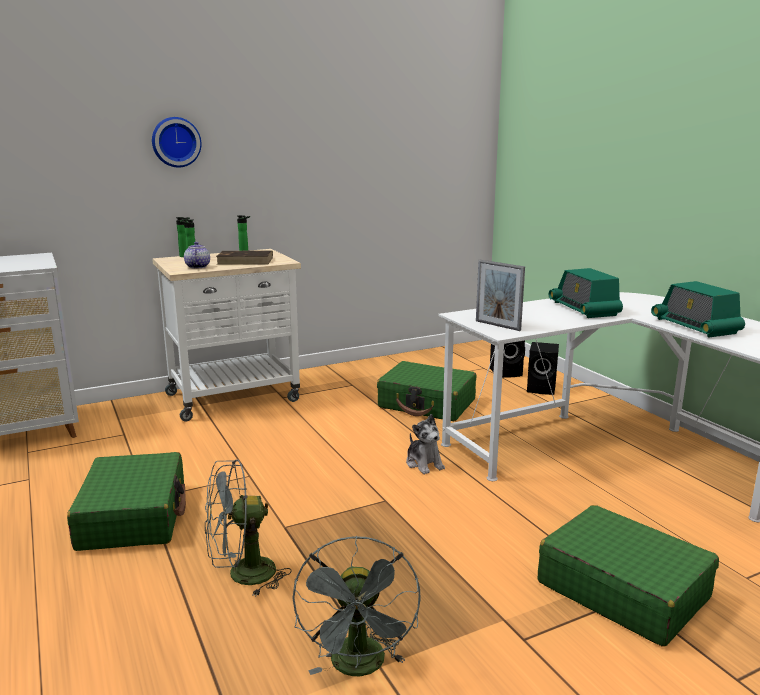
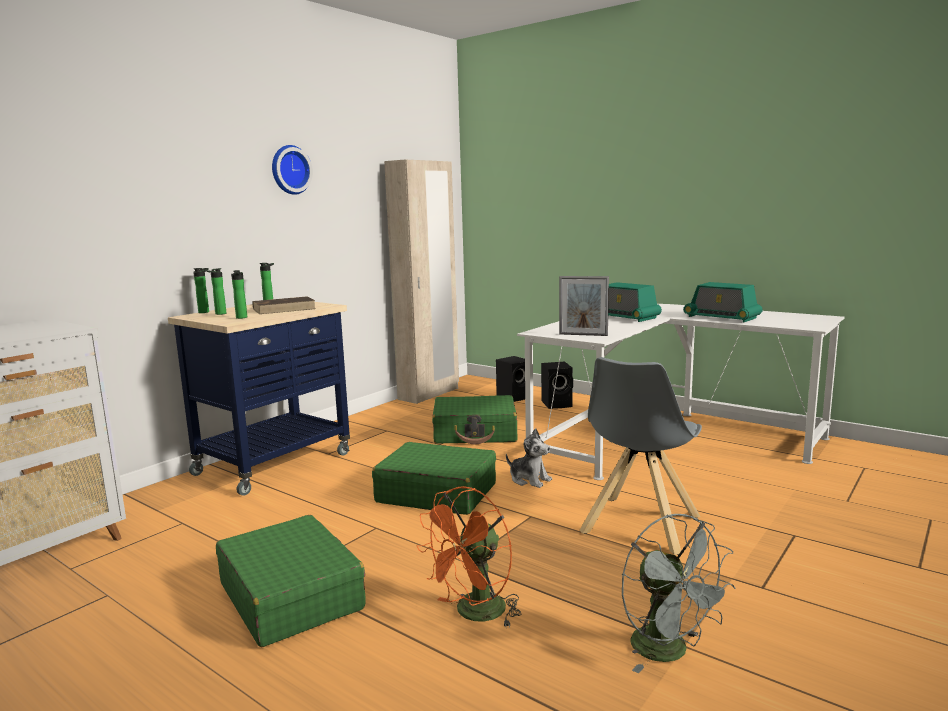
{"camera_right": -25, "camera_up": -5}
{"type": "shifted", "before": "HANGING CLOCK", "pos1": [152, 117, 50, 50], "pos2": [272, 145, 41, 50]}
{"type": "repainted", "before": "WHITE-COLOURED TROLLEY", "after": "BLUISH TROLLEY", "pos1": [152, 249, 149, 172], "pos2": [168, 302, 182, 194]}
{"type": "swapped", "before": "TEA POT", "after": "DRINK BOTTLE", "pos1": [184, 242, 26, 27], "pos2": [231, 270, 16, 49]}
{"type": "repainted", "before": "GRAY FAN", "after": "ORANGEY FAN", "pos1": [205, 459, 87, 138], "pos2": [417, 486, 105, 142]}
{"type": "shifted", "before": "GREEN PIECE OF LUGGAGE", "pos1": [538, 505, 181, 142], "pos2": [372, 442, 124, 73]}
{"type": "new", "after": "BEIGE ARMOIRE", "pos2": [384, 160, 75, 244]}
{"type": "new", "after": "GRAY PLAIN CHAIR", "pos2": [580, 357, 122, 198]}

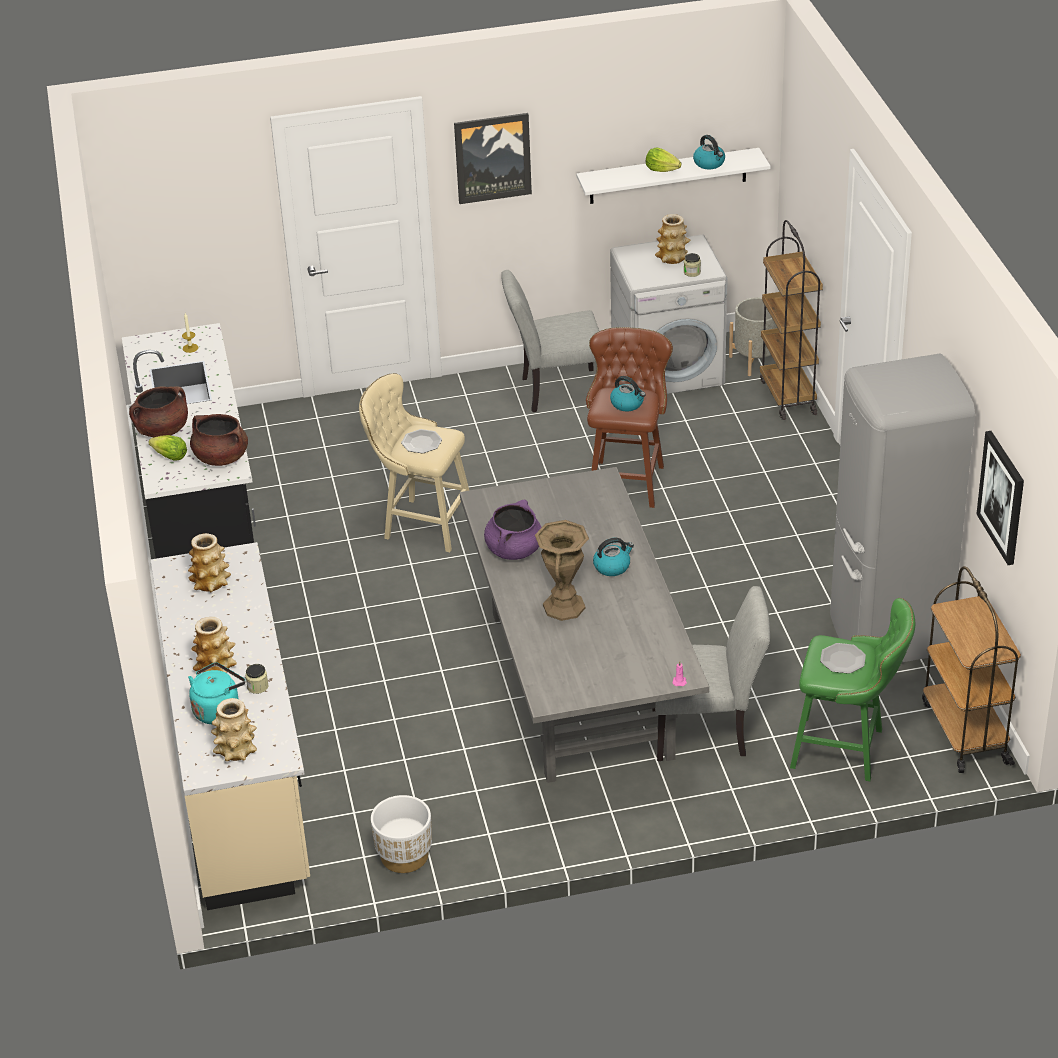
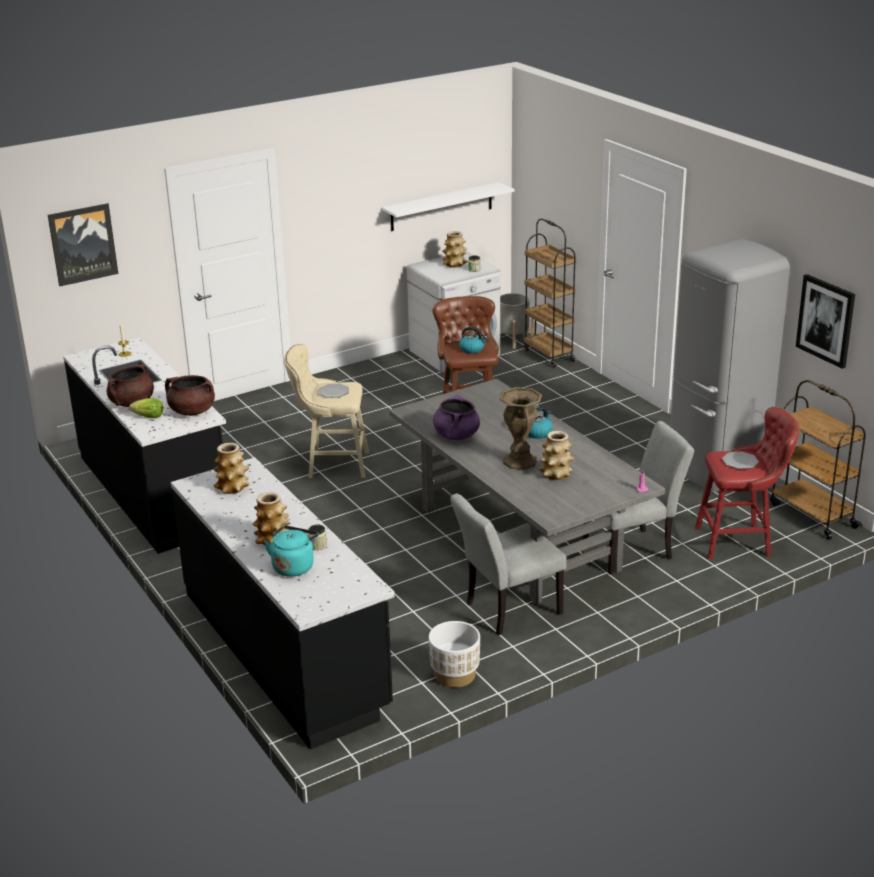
{"camera_right": -20, "camera_up": -10}
{"type": "repainted", "before": "BEIGE COUNTER", "after": "BLACKISH COUNTER", "pos1": [150, 542, 160, 368], "pos2": [171, 457, 224, 293]}
{"type": "shifted", "before": "FLOWER VASE", "pos1": [211, 698, 46, 63], "pos2": [539, 431, 35, 49]}
{"type": "shifted", "before": "PICTURE", "pos1": [454, 113, 78, 91], "pos2": [48, 203, 70, 83]}
{"type": "shifted", "before": "GRAY PLAIN CHAIR", "pos1": [501, 270, 98, 142], "pos2": [450, 493, 117, 142]}
{"type": "gone", "before": "LETTUCE HEAD", "pos1": [646, 147, 35, 25]}
{"type": "gone", "before": "TEA KETTLE", "pos1": [693, 135, 32, 34]}
{"type": "repainted", "before": "GREEN SITTING STOOL", "after": "RED-COLOURED SITTING STOOL", "pos1": [790, 598, 125, 183], "pos2": [695, 407, 104, 153]}

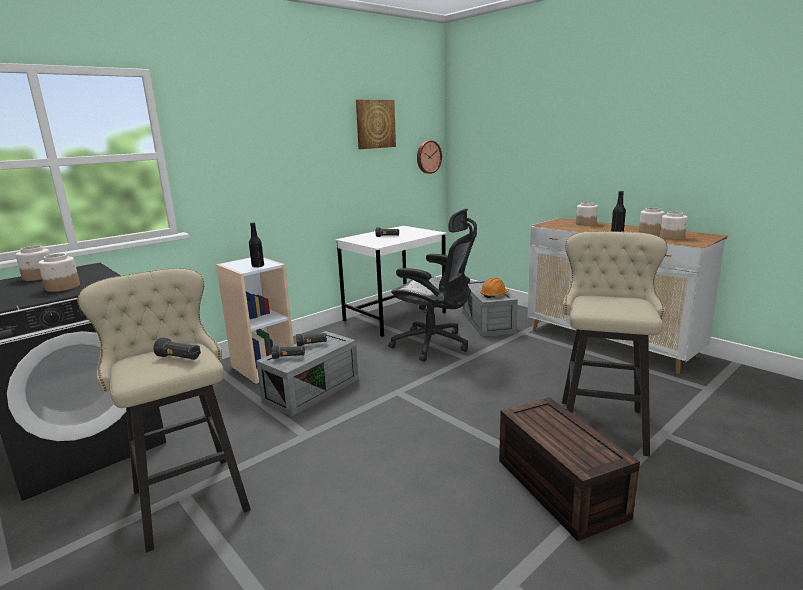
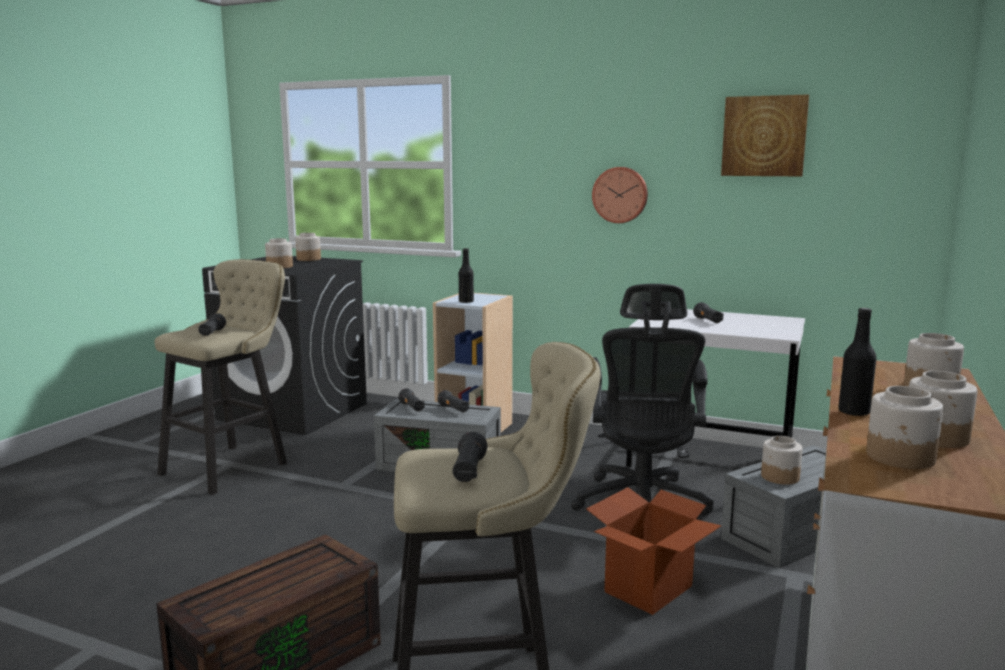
{"camera_right": 65, "camera_up": -5}
{"type": "shifted", "before": "HANGING CLOCK", "pos1": [417, 141, 25, 33], "pos2": [592, 167, 56, 56]}
{"type": "swapped", "before": "ORANGEY WORK HELMET", "after": "STORAGE JAR", "pos1": [480, 278, 29, 20], "pos2": [761, 436, 41, 49]}
{"type": "new", "after": "BLACKISH HAND TORCH", "pos2": [452, 432, 35, 50]}
{"type": "new", "after": "CARDBOARD BOX", "pos2": [586, 487, 136, 128]}

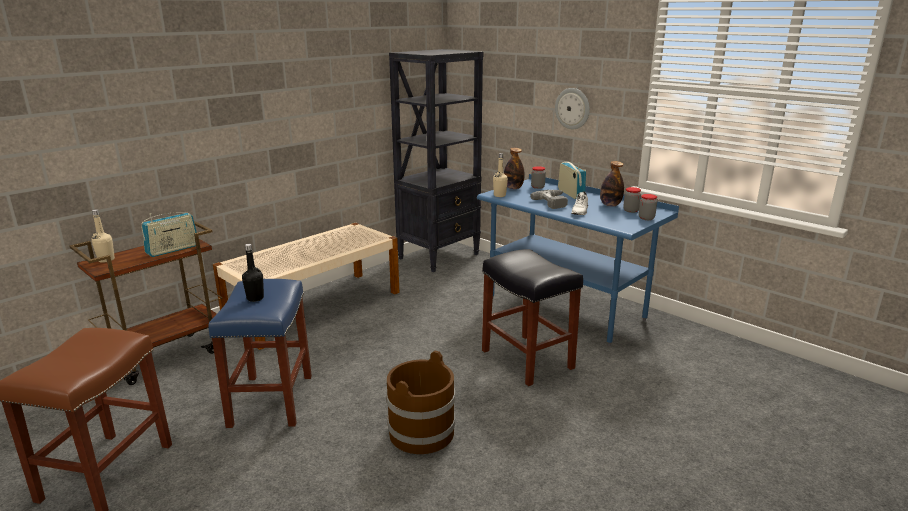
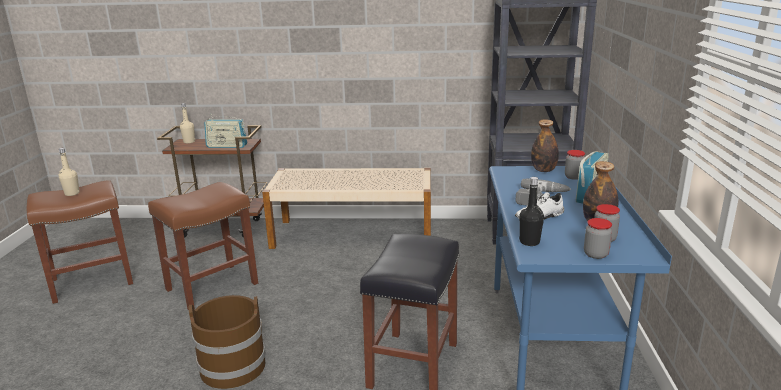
{"camera_right": 50, "camera_up": 0}
{"type": "repainted", "before": "BLUISH SITTING STOOL", "after": "BROWNISH SITTING STOOL", "pos1": [209, 279, 103, 149], "pos2": [148, 182, 110, 128]}
{"type": "shifted", "before": "BLACKISH DRINK BOTTLE", "pos1": [242, 244, 22, 58], "pos2": [519, 177, 25, 69]}
{"type": "shifted", "before": "BEIGE DRINK BOTTLE", "pos1": [493, 153, 15, 44], "pos2": [59, 148, 21, 48]}
{"type": "gone", "before": "HANGING CLOCK", "pos1": [555, 88, 35, 41]}

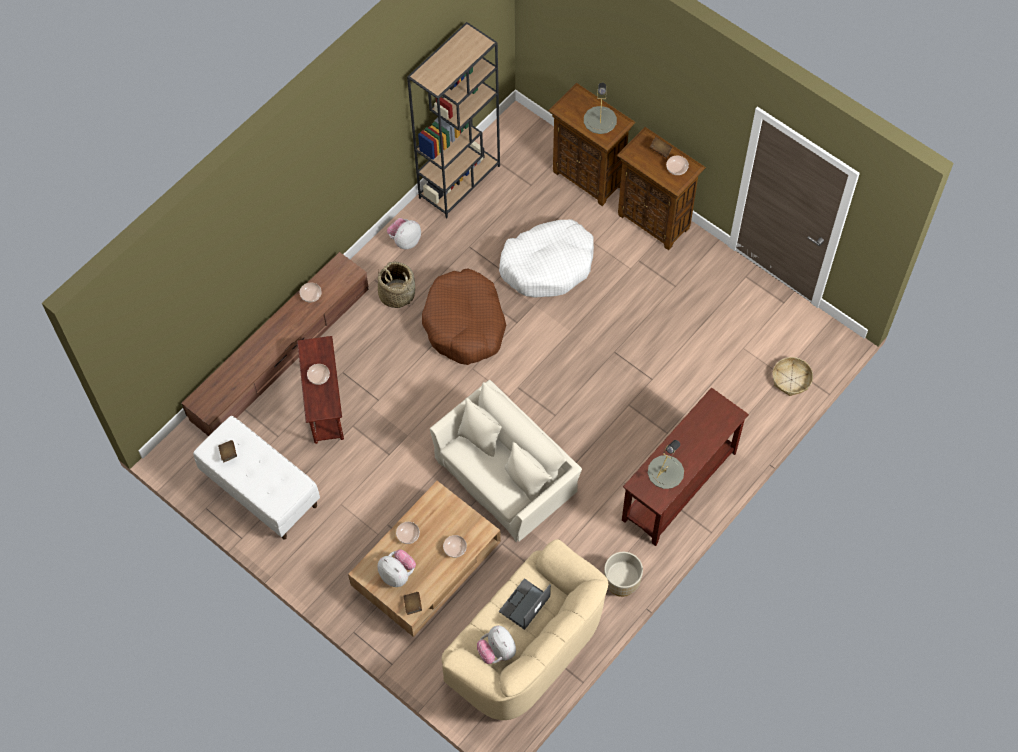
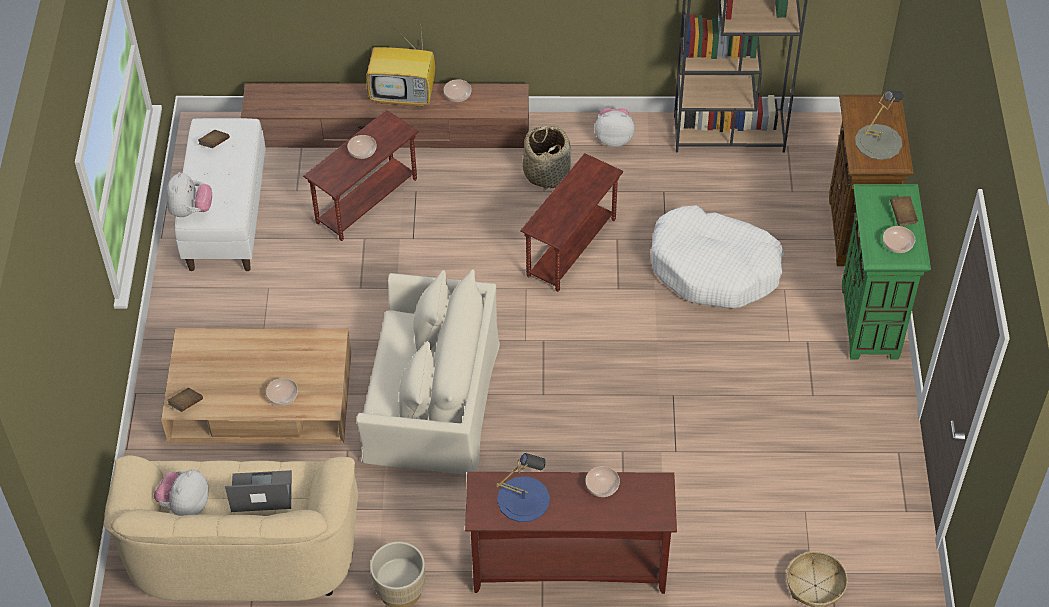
{"camera_right": 50, "camera_up": -10}
{"type": "shifted", "before": "PLUSH TOY", "pos1": [378, 549, 38, 38], "pos2": [166, 172, 46, 45]}
{"type": "shifted", "before": "BOWL", "pos1": [396, 522, 24, 22], "pos2": [585, 466, 35, 31]}
{"type": "swapped", "before": "BROWNISH DOG BED", "after": "BROWNISH ACCENT TABLE", "pos1": [422, 268, 84, 97], "pos2": [520, 153, 103, 139]}
{"type": "repainted", "before": "BROWNISH CUPBOARD", "after": "GREEN CUPBOARD", "pos1": [617, 127, 89, 123], "pos2": [842, 184, 89, 176]}
{"type": "repainted", "before": "GRAY LAMP FOR A TABLE", "after": "BLUISH LAMP FOR A TABLE", "pos1": [648, 440, 36, 49], "pos2": [496, 453, 54, 69]}
{"type": "new", "after": "TV SET", "pos2": [366, 28, 69, 79]}

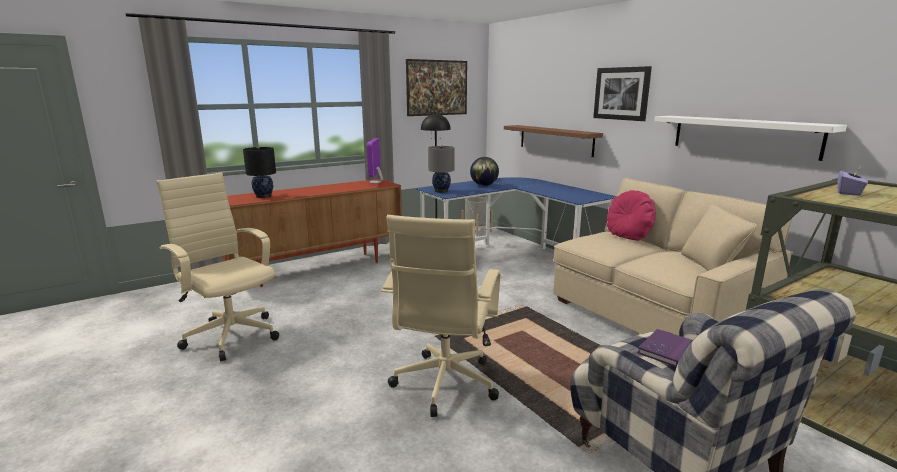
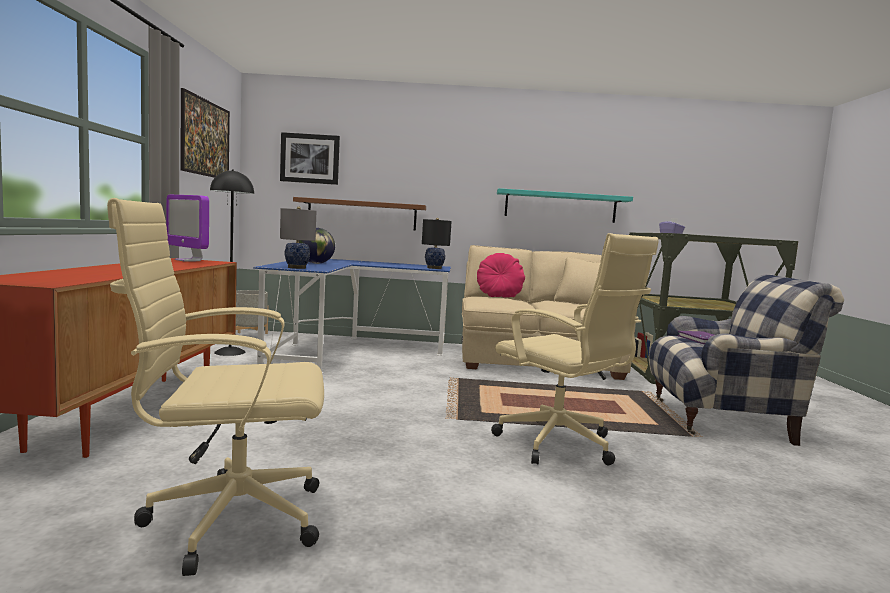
{"camera_right": -55, "camera_up": -10}
{"type": "shifted", "before": "BLACKISH LAMP FOR A TABLE", "pos1": [243, 146, 33, 52], "pos2": [422, 218, 30, 51]}
{"type": "shifted", "before": "PICTURE", "pos1": [593, 66, 59, 55], "pos2": [280, 132, 60, 53]}
{"type": "repainted", "before": "WHITE-COLOURED BRACKET SHELF", "after": "BLUE-GREEN BRACKET SHELF", "pos1": [654, 116, 193, 45], "pos2": [497, 188, 136, 35]}

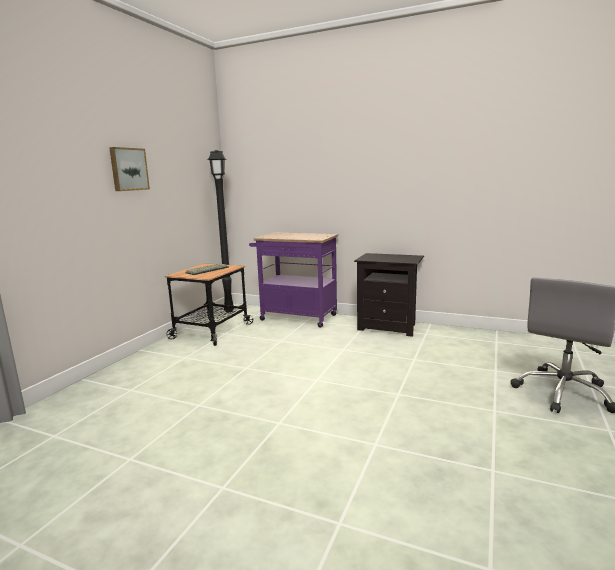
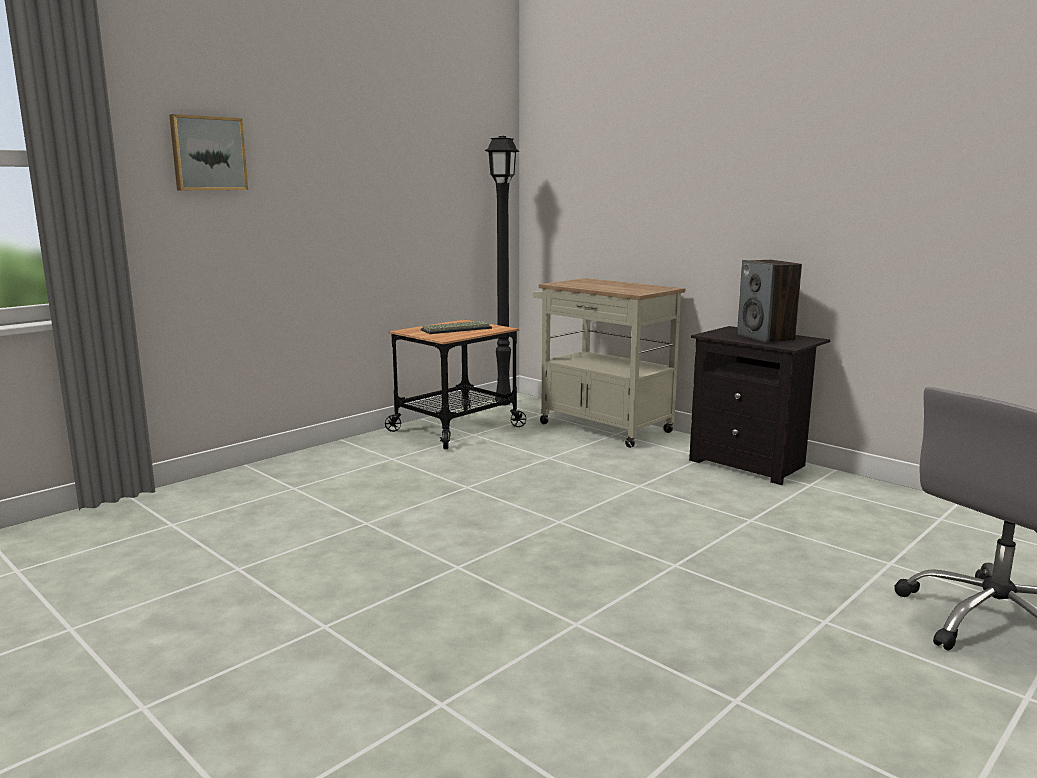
{"camera_right": 20, "camera_up": 0}
{"type": "shifted", "before": "PICTURE", "pos1": [109, 147, 41, 44], "pos2": [169, 114, 79, 76]}
{"type": "repainted", "before": "PURPLE-COLOURED TROLLEY", "after": "BEIGE TROLLEY", "pos1": [249, 232, 89, 96], "pos2": [533, 278, 152, 170]}
{"type": "new", "after": "SPEAKER", "pos2": [737, 260, 65, 83]}

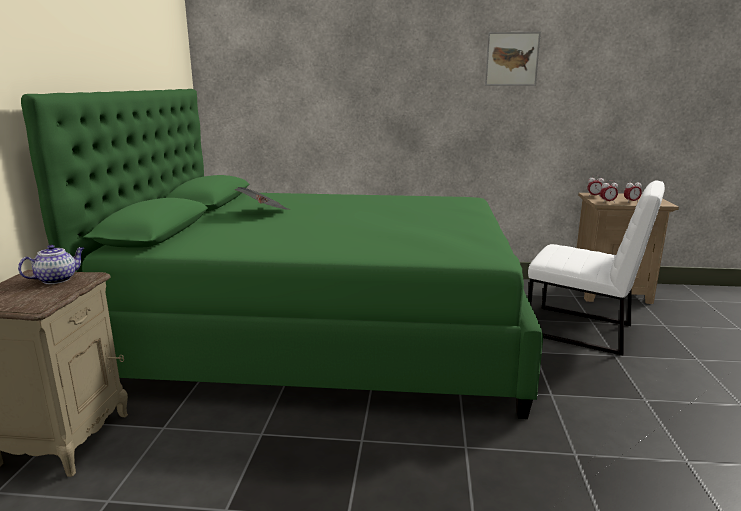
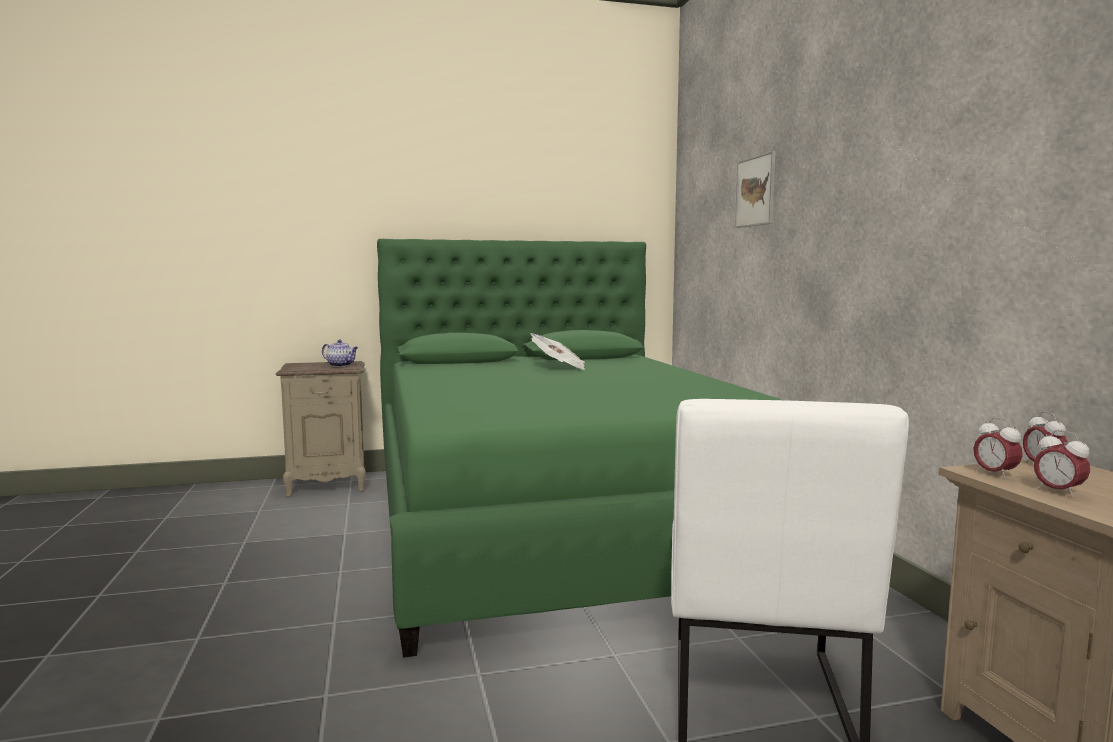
{"camera_right": 70, "camera_up": -10}
{"type": "shifted", "before": "PICTURE", "pos1": [485, 32, 56, 54], "pos2": [735, 151, 41, 77]}

